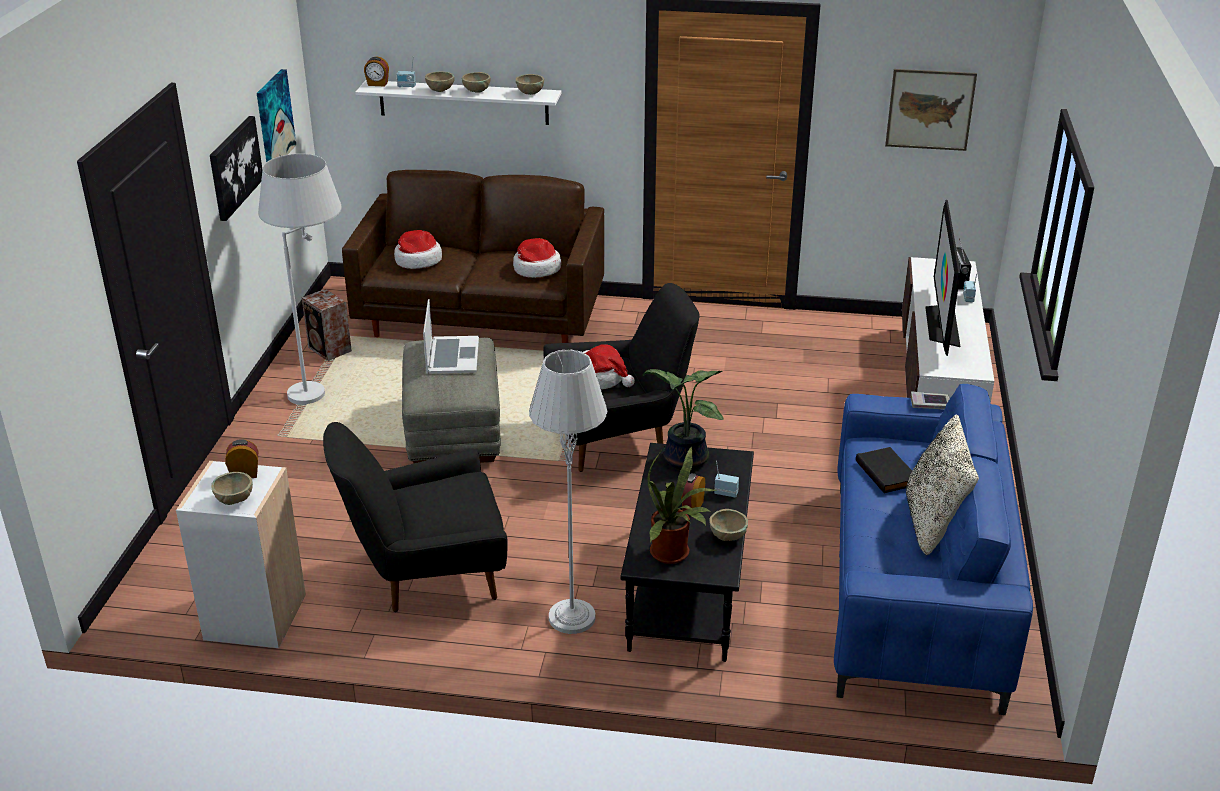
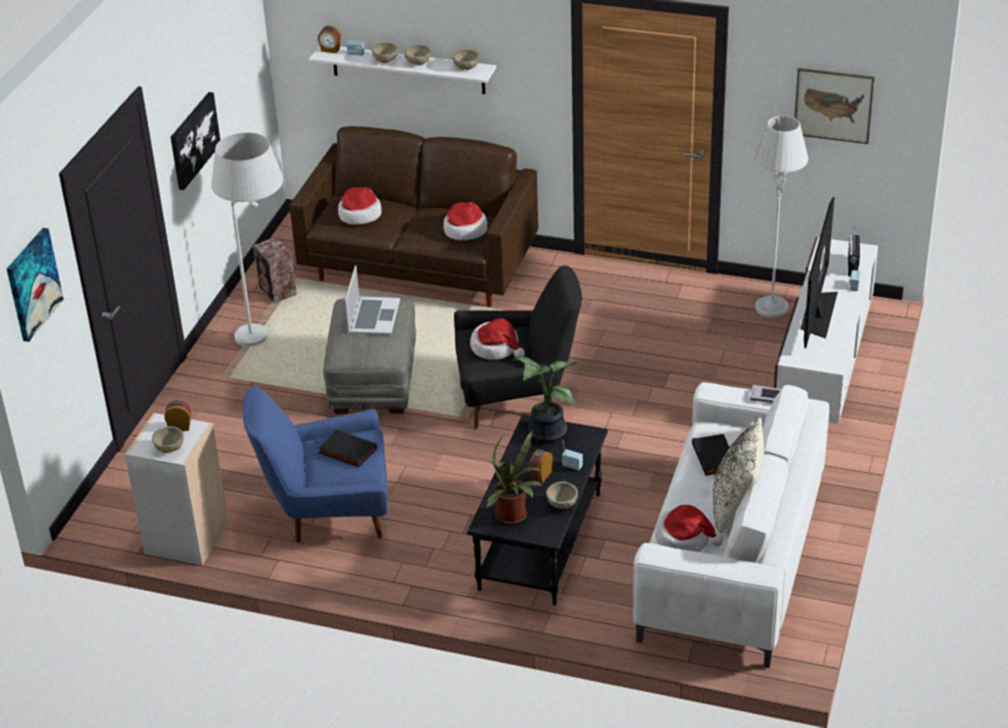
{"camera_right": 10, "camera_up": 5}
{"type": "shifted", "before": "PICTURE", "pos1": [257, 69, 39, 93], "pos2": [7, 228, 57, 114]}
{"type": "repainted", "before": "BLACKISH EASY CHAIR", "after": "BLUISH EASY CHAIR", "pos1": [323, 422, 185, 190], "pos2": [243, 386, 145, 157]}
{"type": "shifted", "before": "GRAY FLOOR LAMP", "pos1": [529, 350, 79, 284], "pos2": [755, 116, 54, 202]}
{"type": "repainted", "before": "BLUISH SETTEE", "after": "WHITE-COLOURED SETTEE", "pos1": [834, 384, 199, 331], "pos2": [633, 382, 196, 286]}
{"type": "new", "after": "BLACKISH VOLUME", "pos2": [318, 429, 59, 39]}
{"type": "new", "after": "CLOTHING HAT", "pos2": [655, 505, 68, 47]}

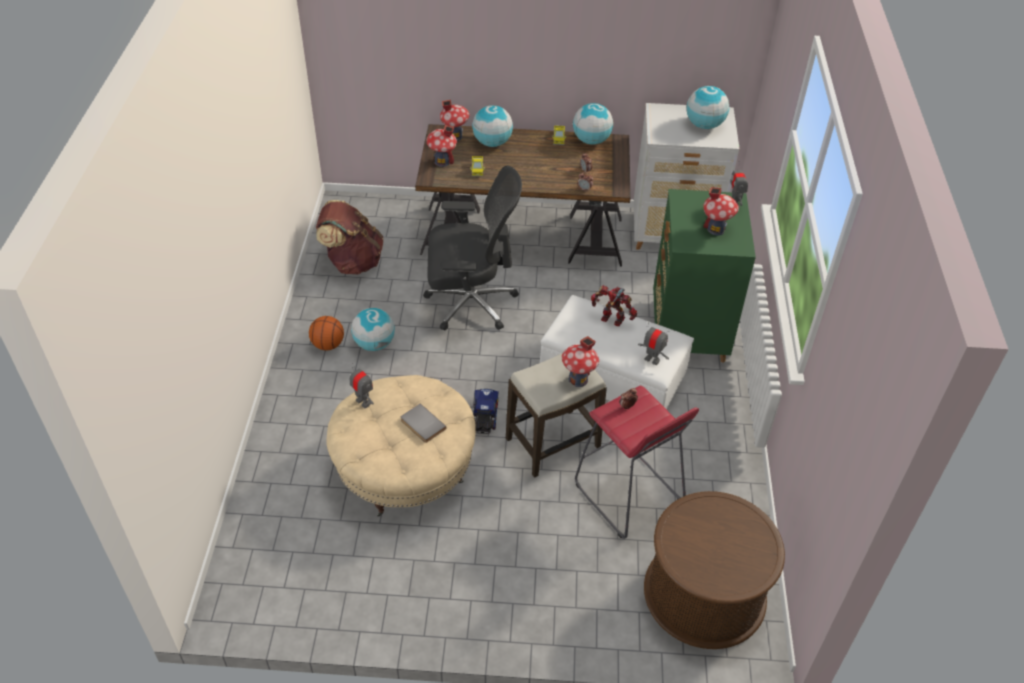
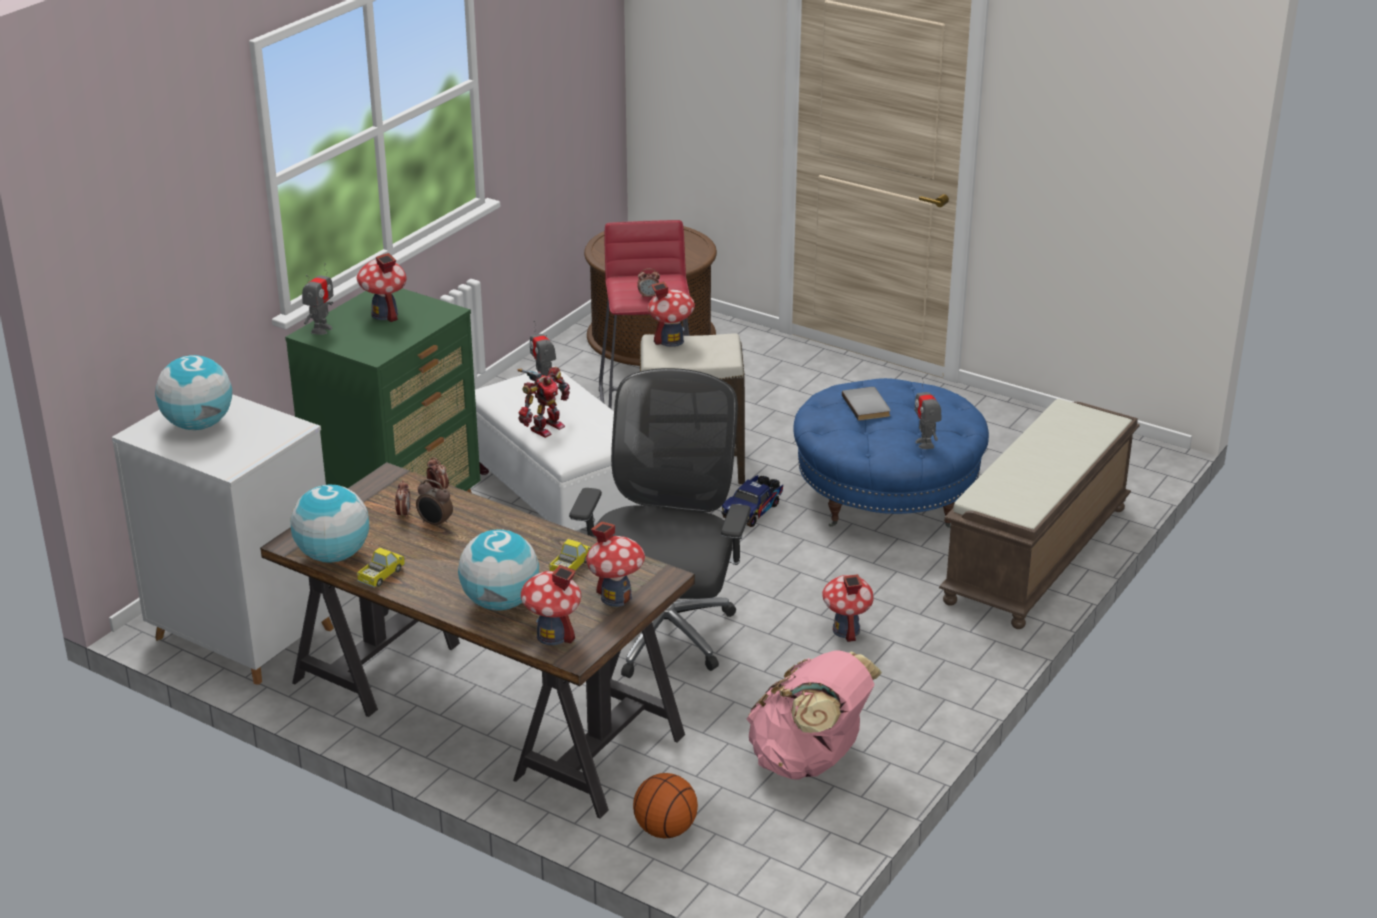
{"camera_right": -150, "camera_up": -15}
{"type": "shifted", "before": "BALL FOR BASKETBALL", "pos1": [309, 316, 35, 34], "pos2": [633, 773, 65, 65]}
{"type": "repainted", "before": "BROWNISH RUCKSACK", "after": "PINKISH RUCKSACK", "pos1": [316, 200, 67, 74], "pos2": [747, 651, 135, 129]}
{"type": "repainted", "before": "BEIGE POUFFE", "after": "BLUISH POUFFE", "pos1": [326, 375, 149, 141], "pos2": [793, 378, 196, 151]}
{"type": "swapped", "before": "WORLD GLOBE", "after": "MODEL HOUSE", "pos1": [351, 308, 44, 43], "pos2": [822, 574, 52, 68]}
{"type": "rotated", "before": "OFFICE CHAIR", "pos1": [423, 166, 99, 164], "pos2": [569, 368, 182, 310], "turn": 75}
{"type": "rotated", "before": "ROBOT FIGURE", "pos1": [591, 285, 46, 41], "pos2": [517, 367, 53, 71], "turn": -105}
{"type": "new", "after": "TABLE CLOCK", "pos2": [416, 479, 37, 50]}
{"type": "new", "after": "BROWNISH LONG SEAT", "pos2": [939, 399, 201, 230]}

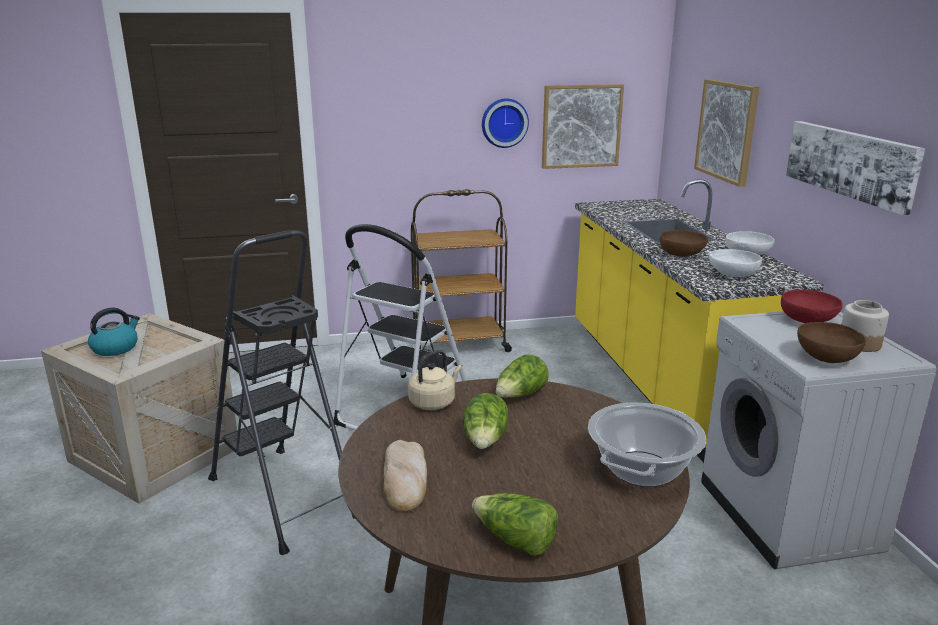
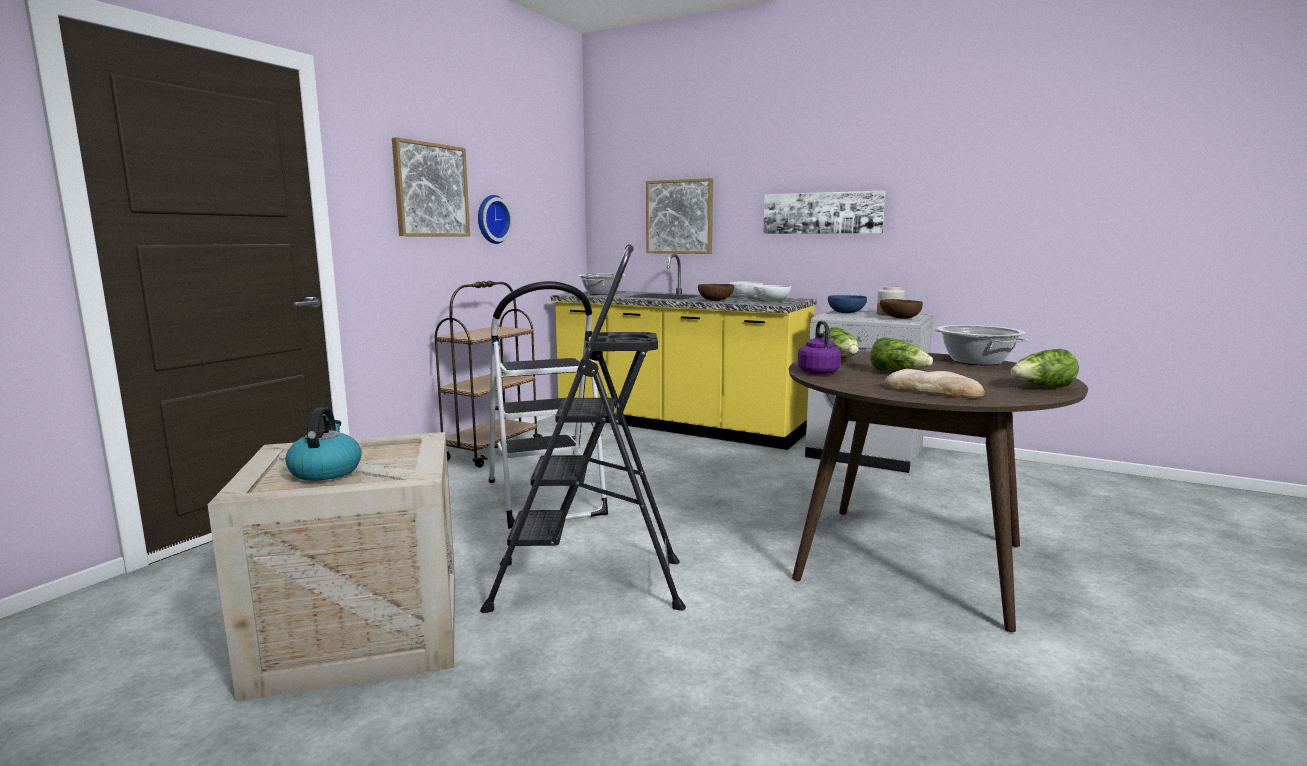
{"camera_right": -50, "camera_up": -10}
{"type": "repainted", "before": "BEIGE TEA KETTLE", "after": "PURPLE-COLOURED TEA KETTLE", "pos1": [408, 350, 54, 60], "pos2": [798, 321, 43, 53]}
{"type": "shifted", "before": "PICTURE", "pos1": [542, 84, 82, 85], "pos2": [392, 137, 78, 100]}
{"type": "repainted", "before": "RED-COLOURED BOWL", "after": "BLUISH BOWL", "pos1": [781, 289, 62, 34], "pos2": [828, 295, 39, 18]}
{"type": "new", "after": "SAUCEPOT", "pos2": [578, 274, 47, 21]}

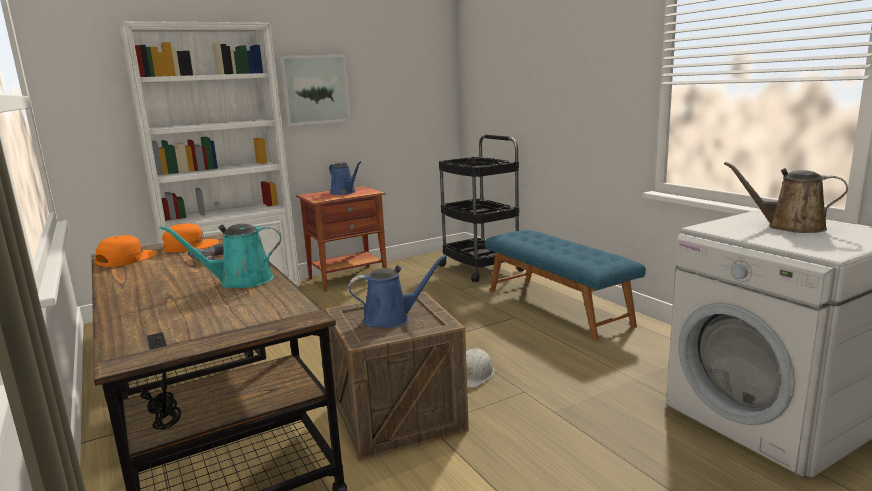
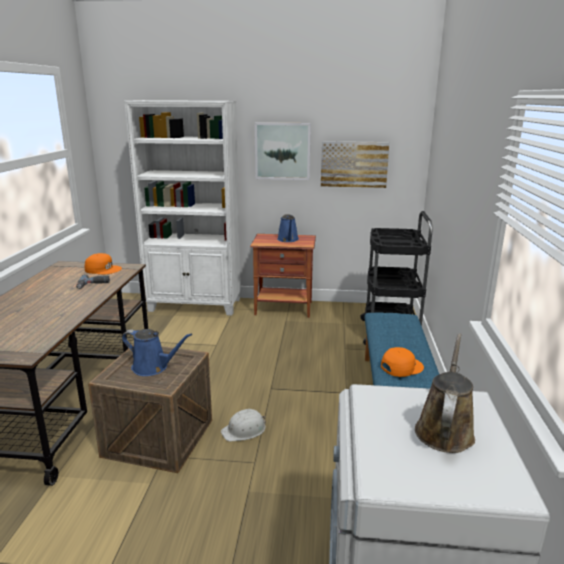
{"camera_right": 35, "camera_up": 5}
{"type": "shifted", "before": "ORANGEY BASEBALL CAP", "pos1": [95, 235, 61, 32], "pos2": [381, 347, 43, 30]}
{"type": "gone", "before": "BLUE-GREEN WATERING CAN", "pos1": [160, 224, 122, 64]}
{"type": "rotated", "before": "BROWNISH WATERING CAN", "pos1": [724, 162, 124, 71], "pos2": [415, 334, 60, 119], "turn": 45}
{"type": "new", "after": "PICTURE", "pos2": [321, 141, 69, 47]}

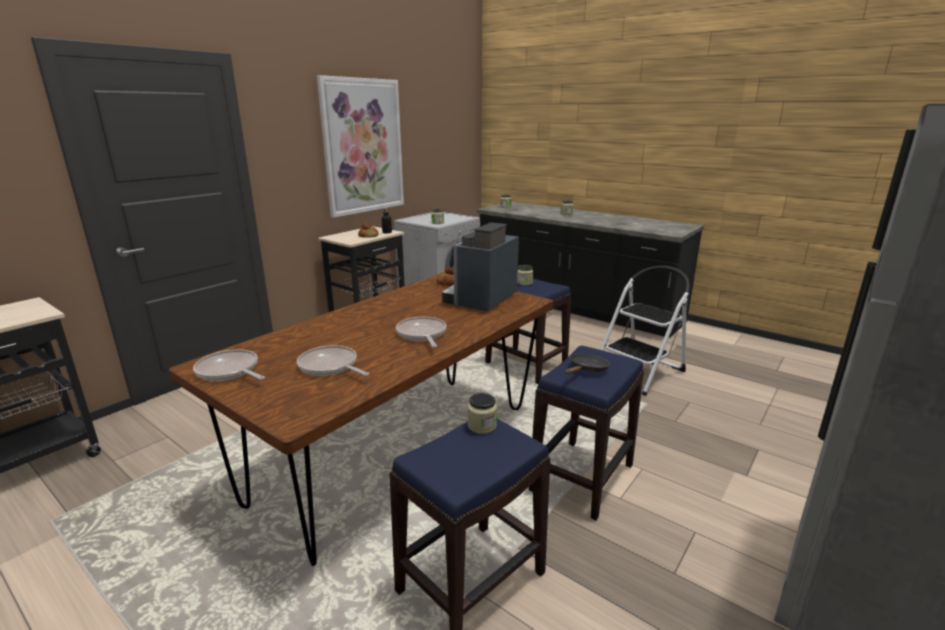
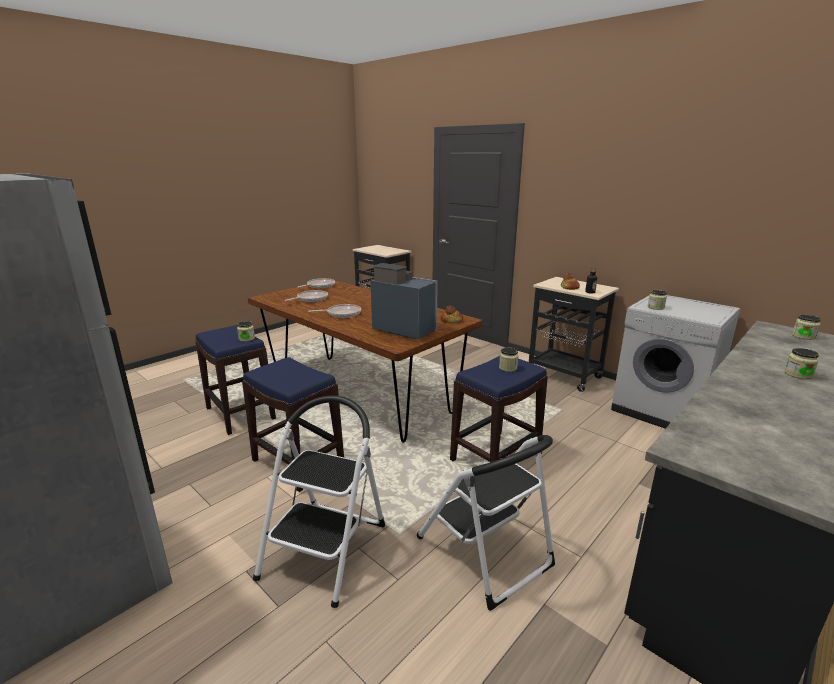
{"camera_right": 95, "camera_up": 0}
{"type": "gone", "before": "PICTURE", "pos1": [317, 75, 87, 143]}
{"type": "gone", "before": "BLACKISH FRYING PAN", "pos1": [565, 354, 45, 20]}
{"type": "new", "after": "STEPLADDER", "pos2": [253, 395, 132, 213]}

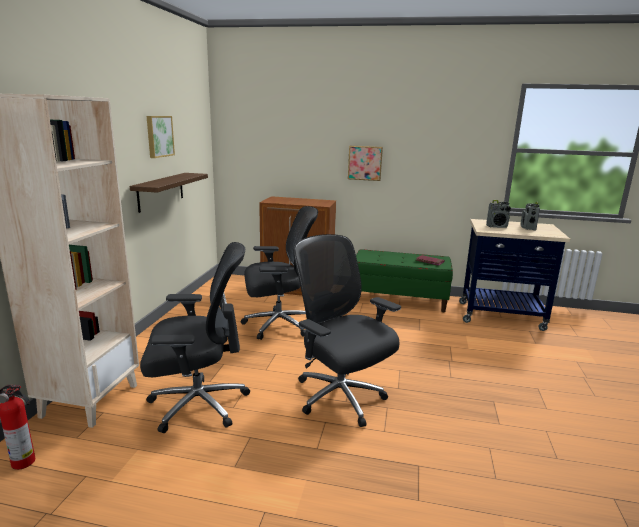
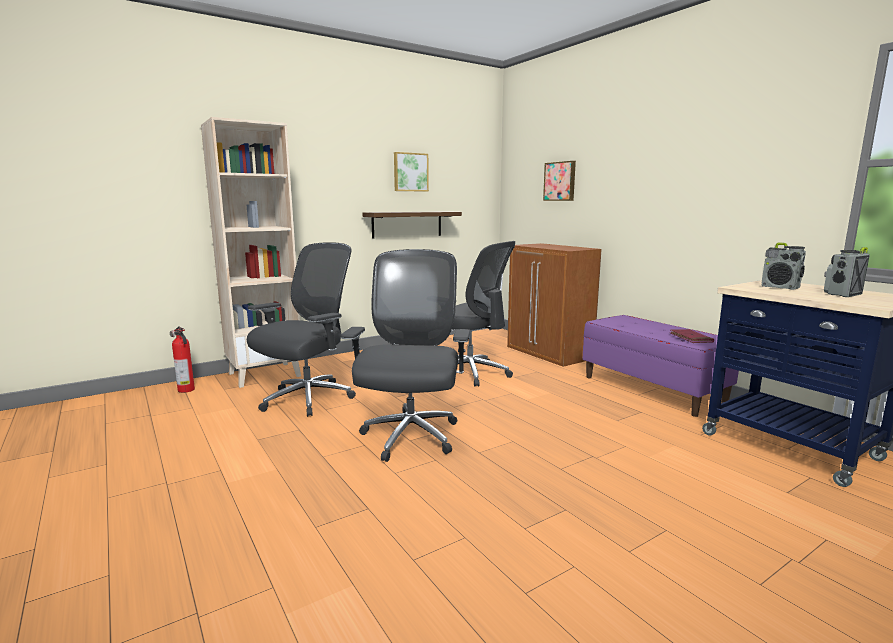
{"camera_right": 45, "camera_up": -5}
{"type": "rotated", "before": "OFFICE CHAIR", "pos1": [140, 242, 110, 191], "pos2": [247, 242, 109, 175], "turn": -90}
{"type": "shifted", "before": "PICTURE", "pos1": [348, 146, 35, 35], "pos2": [543, 161, 33, 40]}
{"type": "repainted", "before": "GREEN LONG SEAT", "after": "PURPLE-COLOURED LONG SEAT", "pos1": [356, 249, 97, 63], "pos2": [582, 315, 157, 102]}

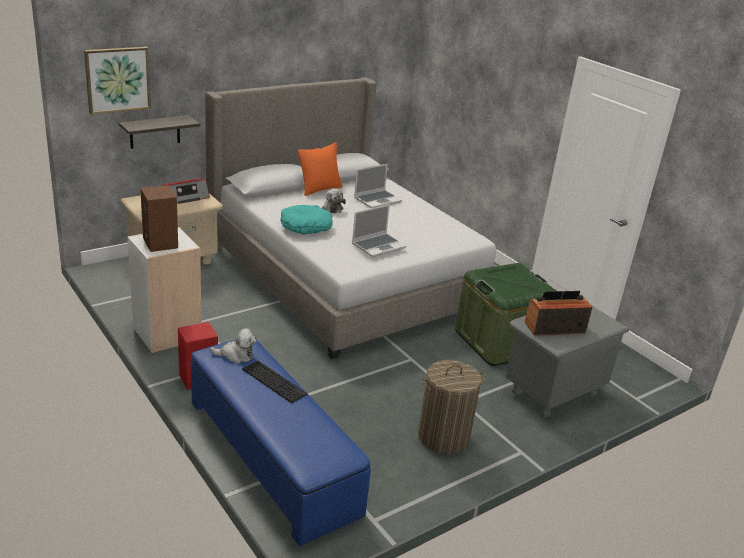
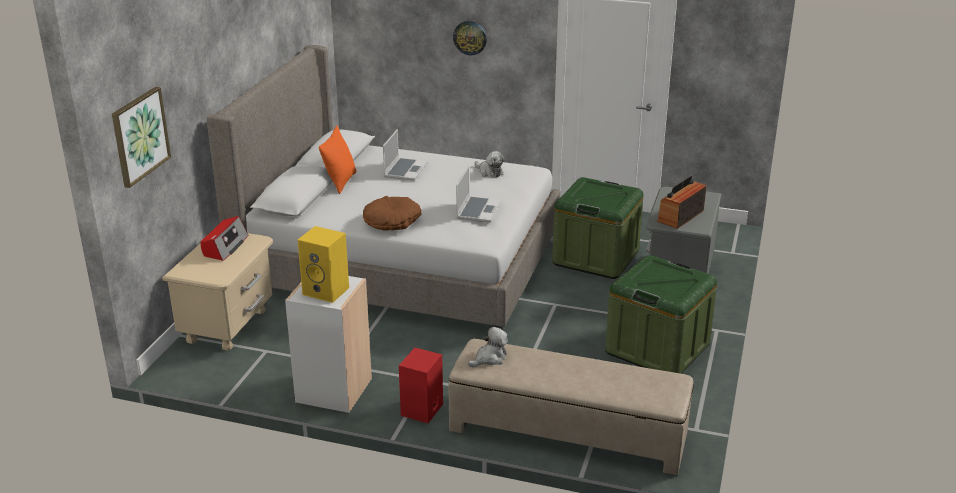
{"camera_right": -35, "camera_up": 0}
{"type": "gone", "before": "BRACKET SHELF", "pos1": [119, 115, 81, 34]}
{"type": "repainted", "before": "BROWNISH SPEAKER", "after": "YELLOW-COLOURED SPEAKER", "pos1": [140, 185, 38, 67], "pos2": [298, 226, 51, 77]}
{"type": "repainted", "before": "BLUISH LONG SEAT", "after": "BEIGE LONG SEAT", "pos1": [191, 340, 180, 206], "pos2": [448, 339, 246, 136]}
{"type": "gone", "before": "PC KEYBOARD", "pos1": [242, 361, 65, 42]}
{"type": "repainted", "before": "BLUE-GREEN PILLOW", "after": "BROWNISH PILLOW", "pos1": [280, 205, 53, 29], "pos2": [363, 196, 59, 34]}
{"type": "shifted", "before": "PLUSH TOY", "pos1": [322, 189, 24, 24], "pos2": [474, 151, 30, 27]}
{"type": "swapped", "before": "HAMPER", "after": "GREEN STORAGE CONTAINER", "pos1": [418, 360, 68, 94], "pos2": [605, 255, 112, 119]}
{"type": "new", "after": "HANGING CLOCK", "pos2": [453, 21, 34, 34]}

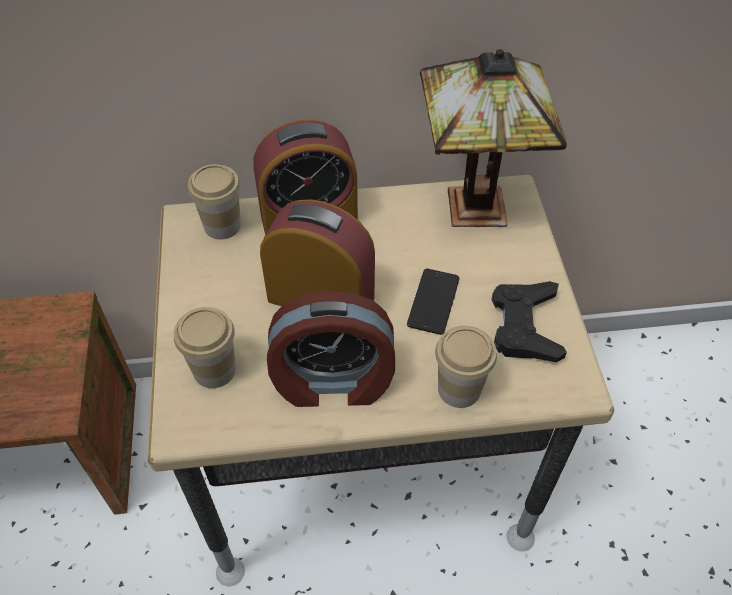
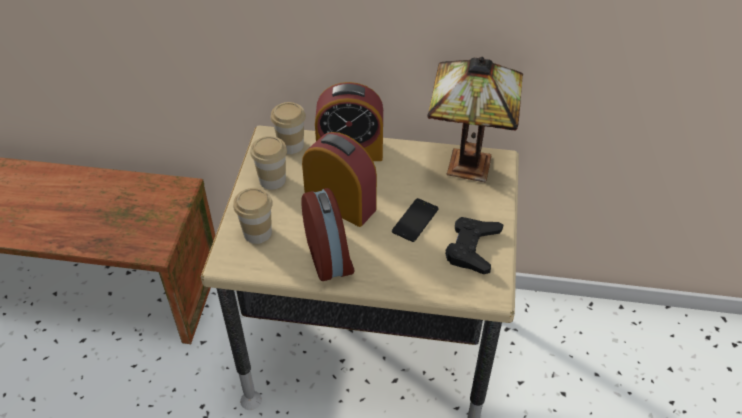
{"camera_right": 15, "camera_up": -5}
{"type": "rotated", "before": "TABLE CLOCK", "pos1": [267, 290, 128, 117], "pos2": [302, 188, 53, 93], "turn": -120}
{"type": "shifted", "before": "SMALL CUP", "pos1": [435, 326, 62, 82], "pos2": [250, 136, 37, 54]}

